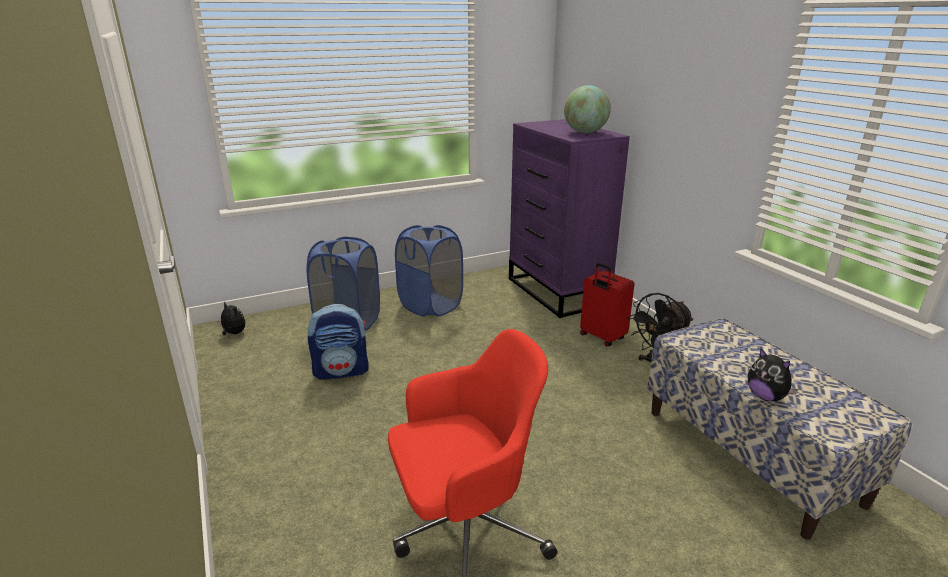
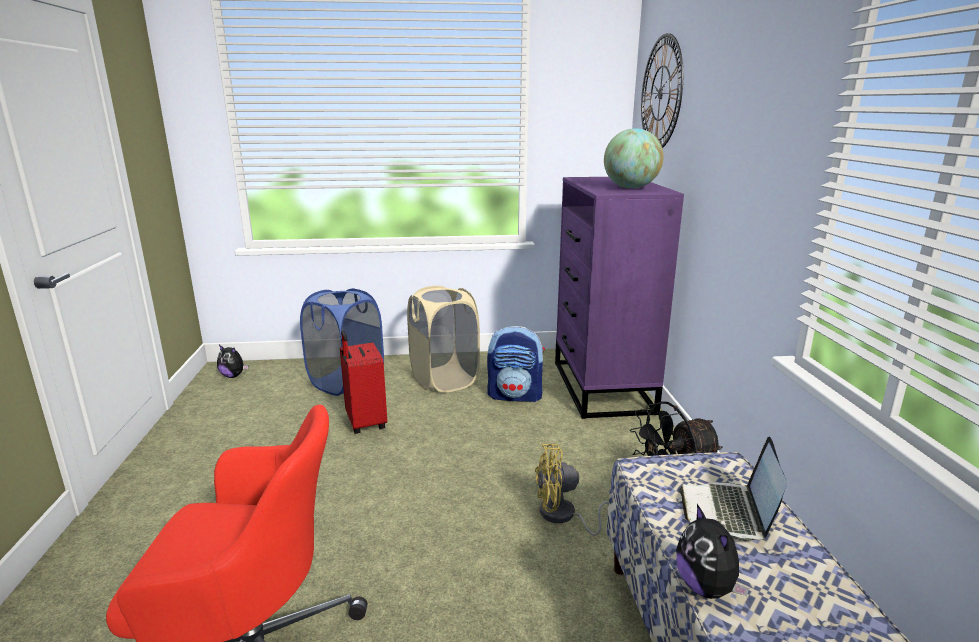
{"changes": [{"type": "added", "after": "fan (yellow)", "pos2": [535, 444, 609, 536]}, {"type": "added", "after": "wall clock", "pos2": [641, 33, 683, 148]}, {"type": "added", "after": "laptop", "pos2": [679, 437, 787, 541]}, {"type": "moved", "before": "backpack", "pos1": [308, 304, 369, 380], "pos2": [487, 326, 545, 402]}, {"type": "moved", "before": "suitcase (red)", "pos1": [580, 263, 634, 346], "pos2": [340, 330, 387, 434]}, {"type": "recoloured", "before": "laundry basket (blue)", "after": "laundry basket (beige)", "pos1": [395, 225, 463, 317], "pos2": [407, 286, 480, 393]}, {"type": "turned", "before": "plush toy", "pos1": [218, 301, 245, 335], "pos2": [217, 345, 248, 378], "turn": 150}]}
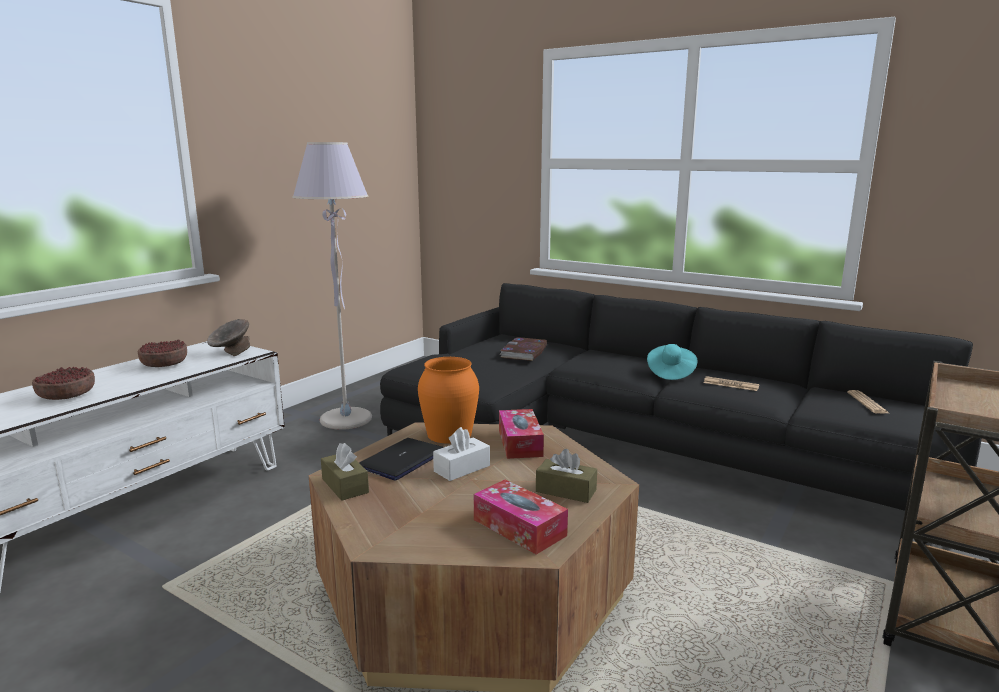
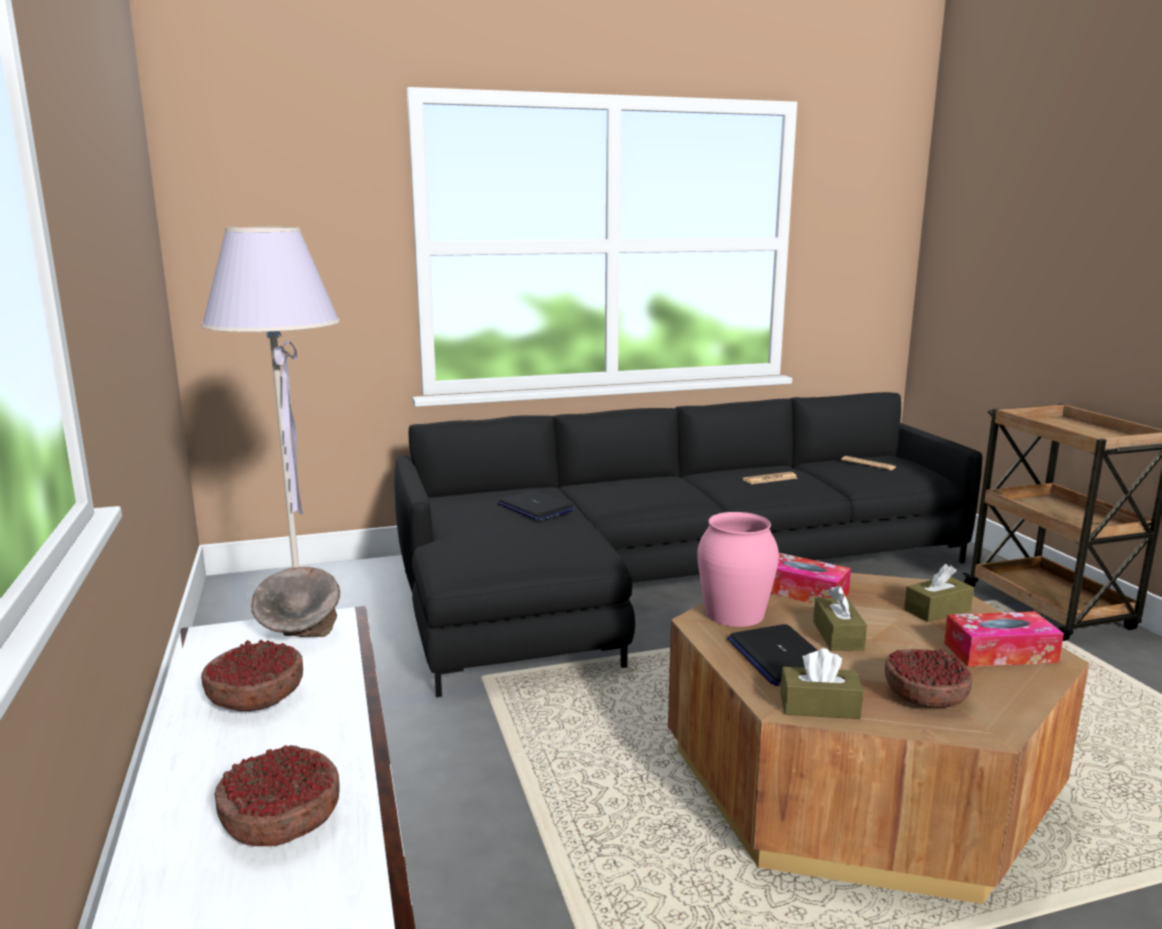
{"changes": [{"type": "removed", "before": "hat (turquoise)", "pos1": [647, 344, 697, 380]}, {"type": "added", "after": "bowl", "pos2": [885, 649, 973, 708]}, {"type": "replaced", "before": "book", "after": "laptop", "pos1": [500, 337, 547, 361], "pos2": [498, 490, 574, 521]}, {"type": "recoloured", "before": "vase (orange)", "after": "vase (pink)", "pos1": [418, 357, 479, 444], "pos2": [697, 512, 779, 627]}, {"type": "recoloured", "before": "tissue box (white)", "after": "tissue box (brown)", "pos1": [433, 427, 490, 481], "pos2": [813, 585, 867, 651]}]}
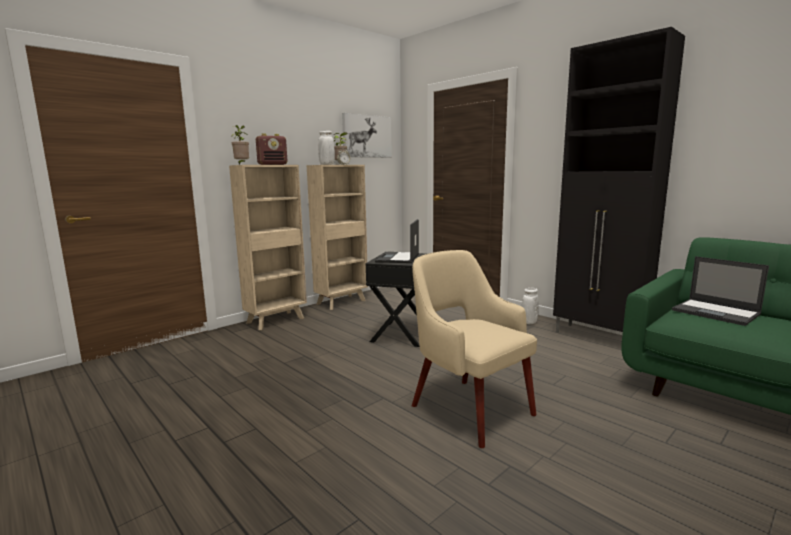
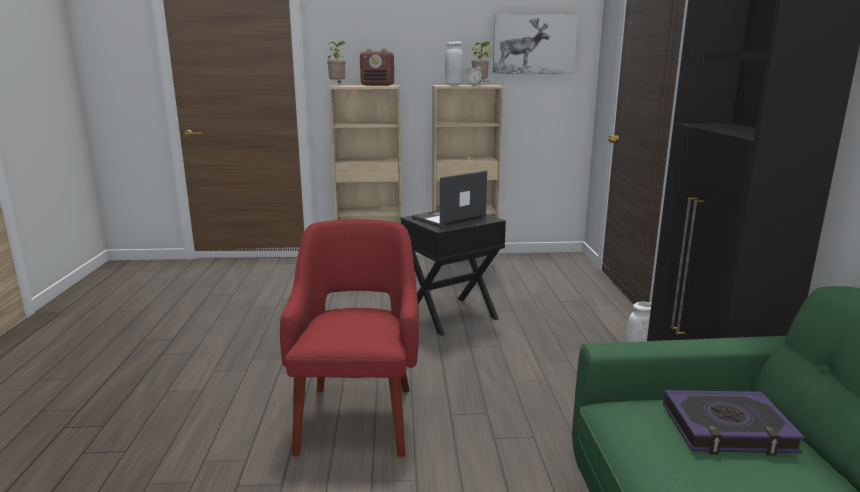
{"changes": [{"type": "replaced", "before": "laptop", "after": "book", "pos1": [672, 256, 769, 326], "pos2": [663, 390, 805, 456]}, {"type": "recoloured", "before": "armchair (beige)", "after": "armchair (red)", "pos1": [412, 250, 537, 448], "pos2": [280, 219, 419, 457]}]}
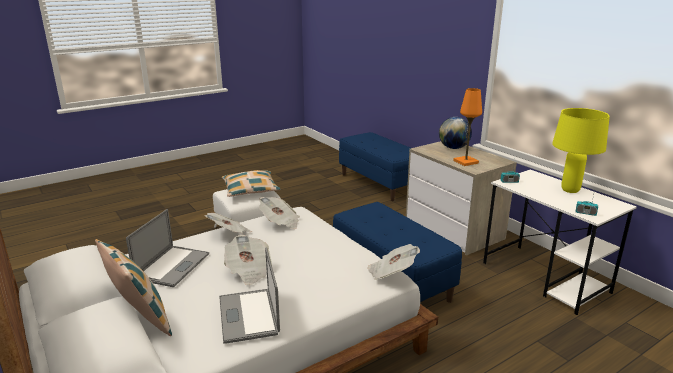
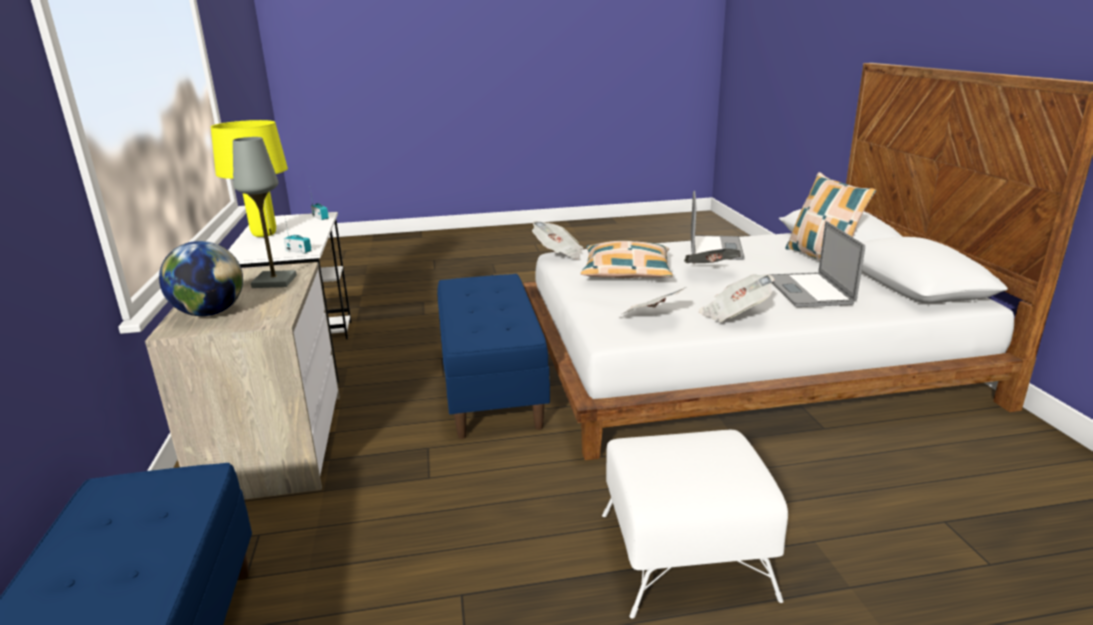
{"changes": [{"type": "moved", "before": "pillow", "pos1": [222, 170, 281, 197], "pos2": [581, 241, 673, 278]}, {"type": "recoloured", "before": "table lamp (orange)", "after": "table lamp (grey)", "pos1": [453, 88, 482, 166], "pos2": [233, 137, 297, 288]}, {"type": "turned", "before": "laptop", "pos1": [126, 209, 209, 287], "pos2": [769, 221, 865, 307], "turn": -45}]}
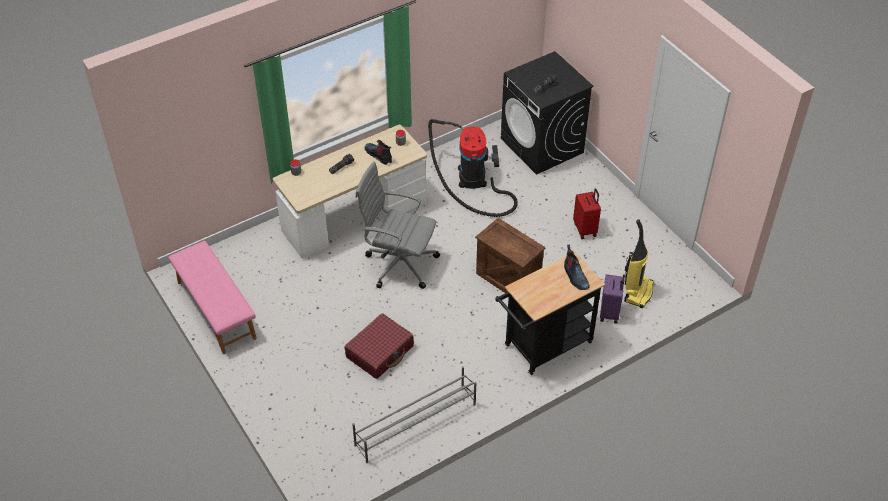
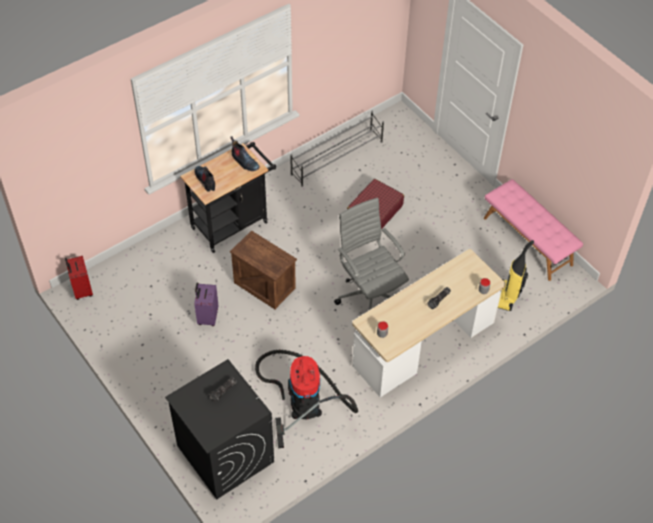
{"changes": [{"type": "moved", "before": "boot", "pos1": [365, 140, 392, 165], "pos2": [230, 136, 260, 171]}, {"type": "moved", "before": "suitcase (red)", "pos1": [573, 188, 601, 239], "pos2": [65, 256, 93, 300]}, {"type": "moved", "before": "suitcase (purple)", "pos1": [600, 274, 625, 324], "pos2": [194, 282, 218, 326]}, {"type": "moved", "before": "vacuum cleaner", "pos1": [624, 219, 654, 308], "pos2": [498, 240, 534, 311]}, {"type": "turned", "before": "office chair (grey)", "pos1": [356, 162, 440, 289], "pos2": [334, 198, 409, 310], "turn": -135}]}
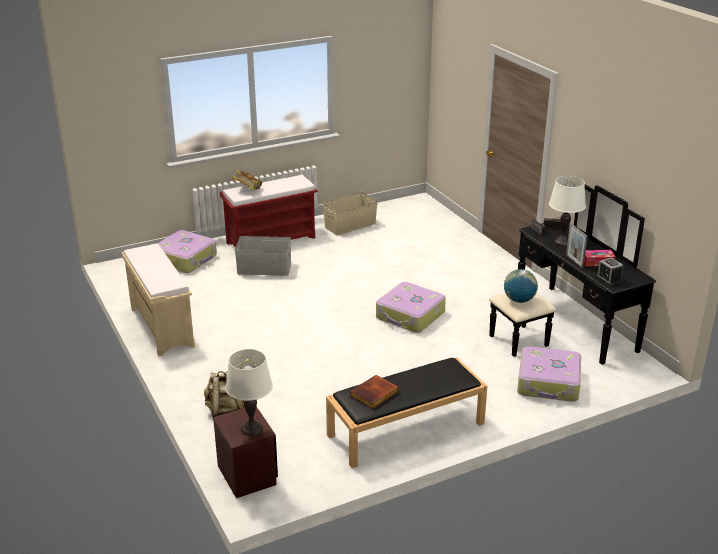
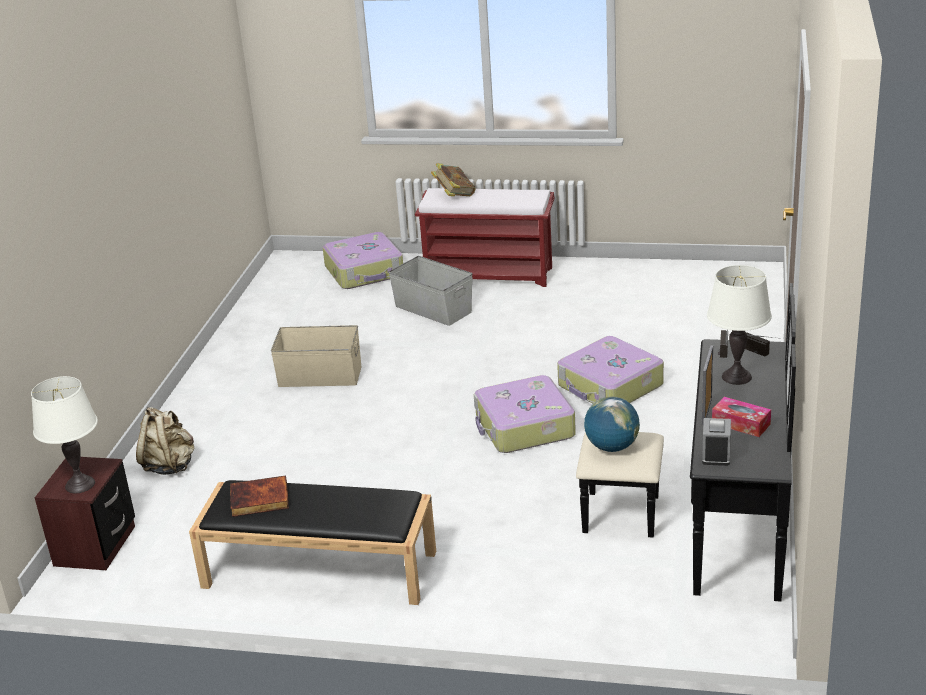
{"changes": [{"type": "removed", "before": "bench (beige)", "pos1": [121, 243, 195, 356]}, {"type": "moved", "before": "storage box (beige)", "pos1": [323, 192, 378, 235], "pos2": [271, 325, 361, 387]}, {"type": "moved", "before": "suitcase", "pos1": [517, 346, 581, 402], "pos2": [557, 336, 664, 404]}]}
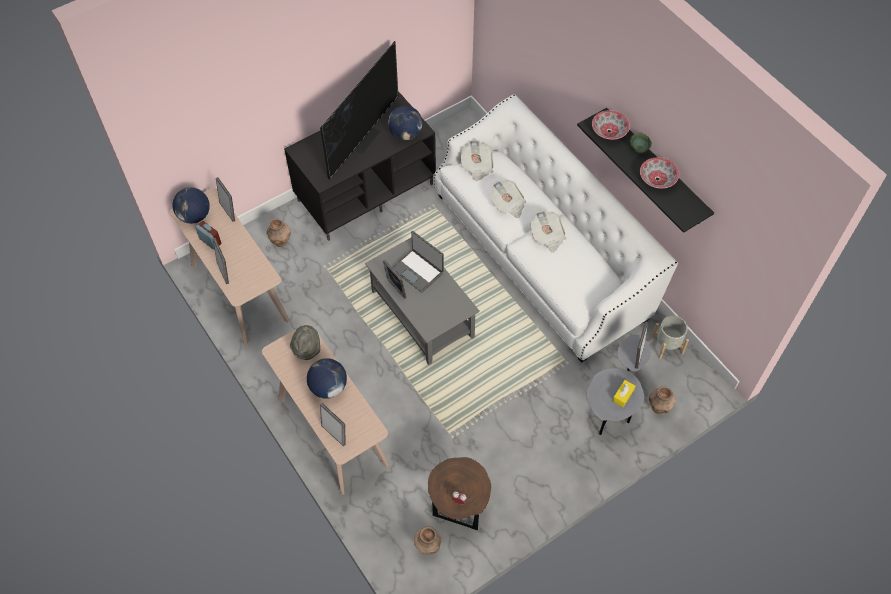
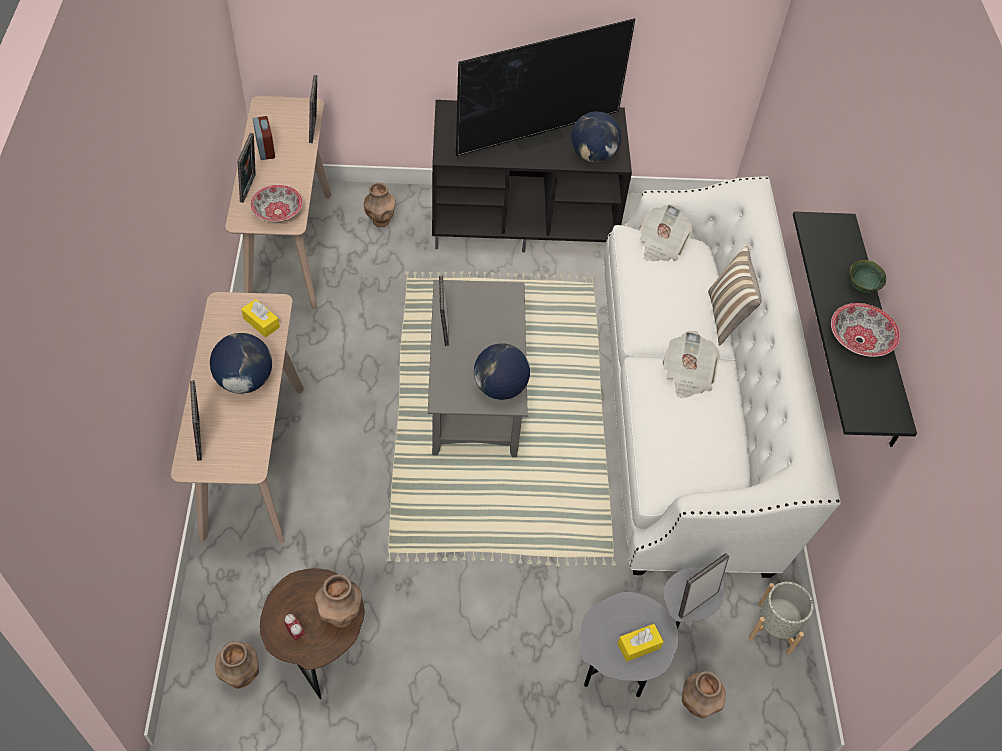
{"changes": [{"type": "removed", "before": "laptop", "pos1": [392, 231, 444, 293]}, {"type": "removed", "before": "newspaper", "pos1": [491, 180, 526, 218]}, {"type": "added", "after": "vase (brown)", "pos2": [315, 574, 362, 628]}, {"type": "added", "after": "pillow", "pos2": [708, 246, 762, 345]}, {"type": "moved", "before": "globe", "pos1": [173, 187, 210, 224], "pos2": [474, 343, 530, 400]}, {"type": "moved", "before": "bowl", "pos1": [592, 110, 630, 140], "pos2": [250, 185, 303, 222]}, {"type": "replaced", "before": "hat (grey)", "after": "tissue box (yellow)", "pos1": [290, 325, 320, 360], "pos2": [241, 299, 280, 337]}]}
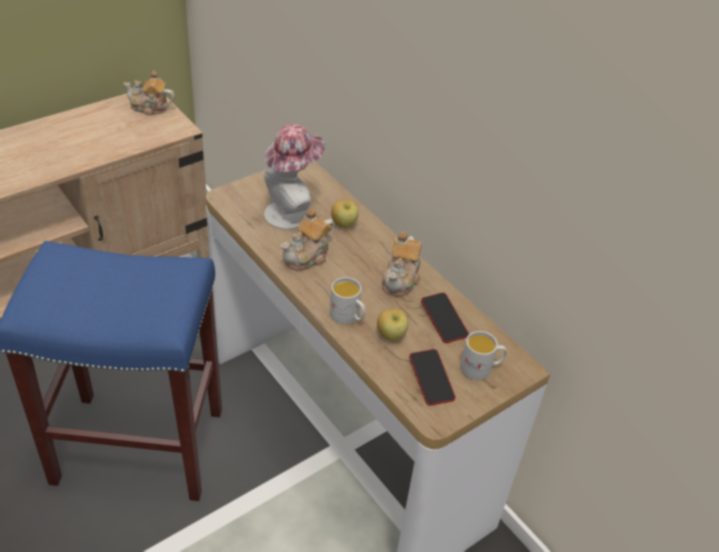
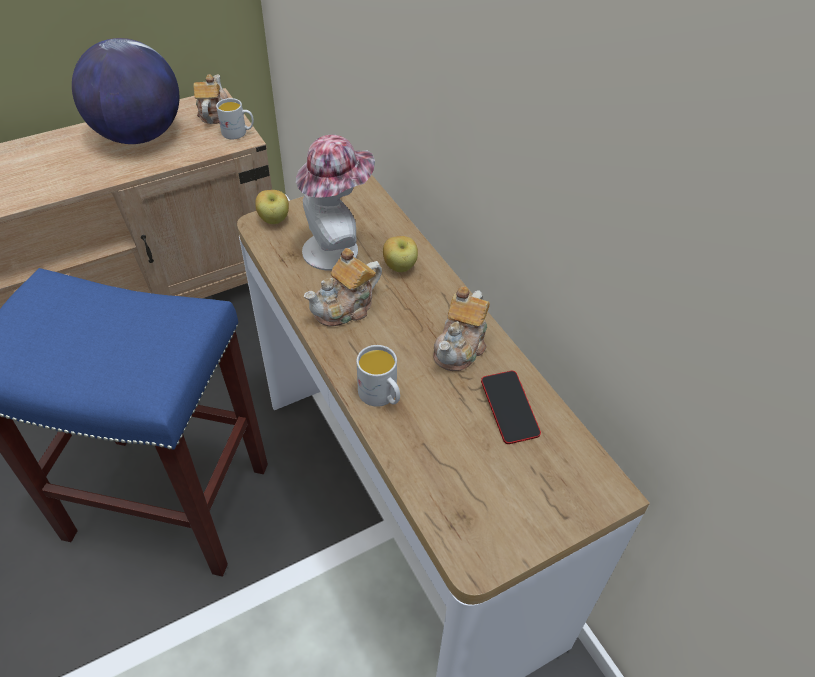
{"changes": [{"type": "removed", "before": "phone", "pos1": [409, 349, 456, 406]}, {"type": "added", "after": "globe", "pos2": [72, 38, 180, 144]}, {"type": "moved", "before": "apple", "pos1": [377, 308, 408, 341], "pos2": [255, 190, 289, 224]}, {"type": "moved", "before": "mug (white)", "pos1": [460, 331, 507, 380], "pos2": [216, 98, 254, 139]}, {"type": "turned", "before": "teapot", "pos1": [124, 70, 175, 116], "pos2": [194, 74, 228, 124], "turn": 75}]}
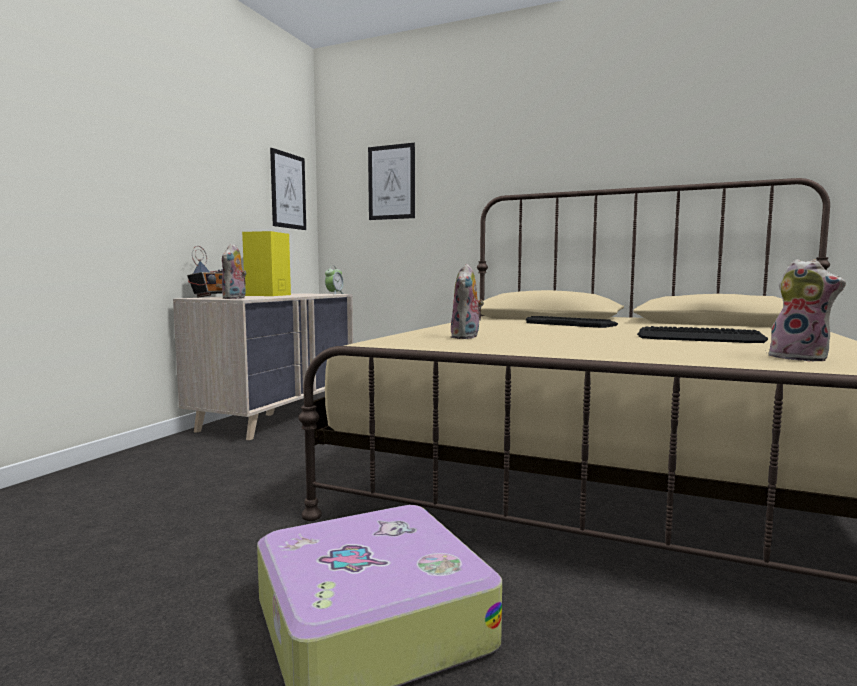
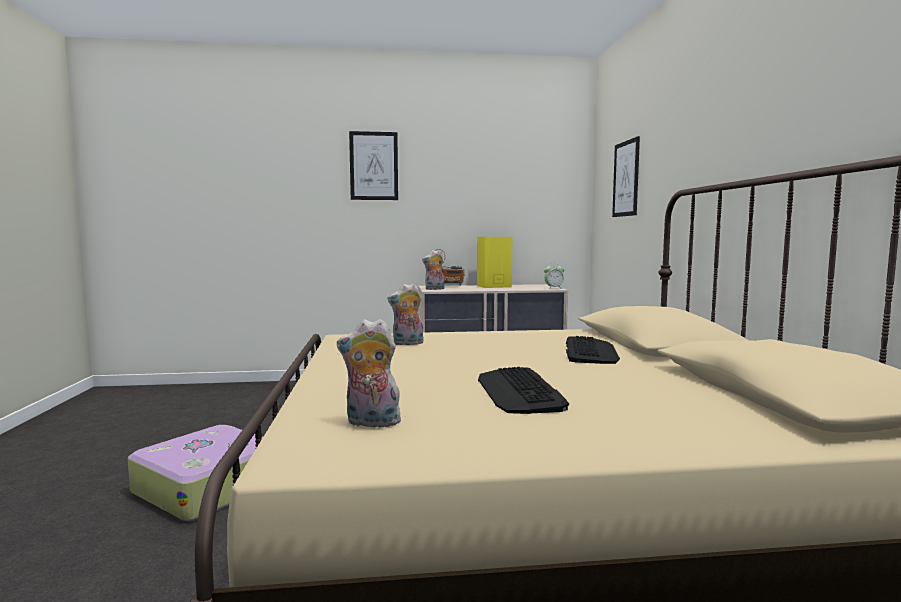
{"changes": [{"type": "moved", "before": "picture", "pos1": [270, 148, 306, 230], "pos2": [349, 131, 398, 200]}, {"type": "turned", "before": "plush toy", "pos1": [768, 259, 846, 361], "pos2": [337, 319, 401, 427], "turn": 75}]}
